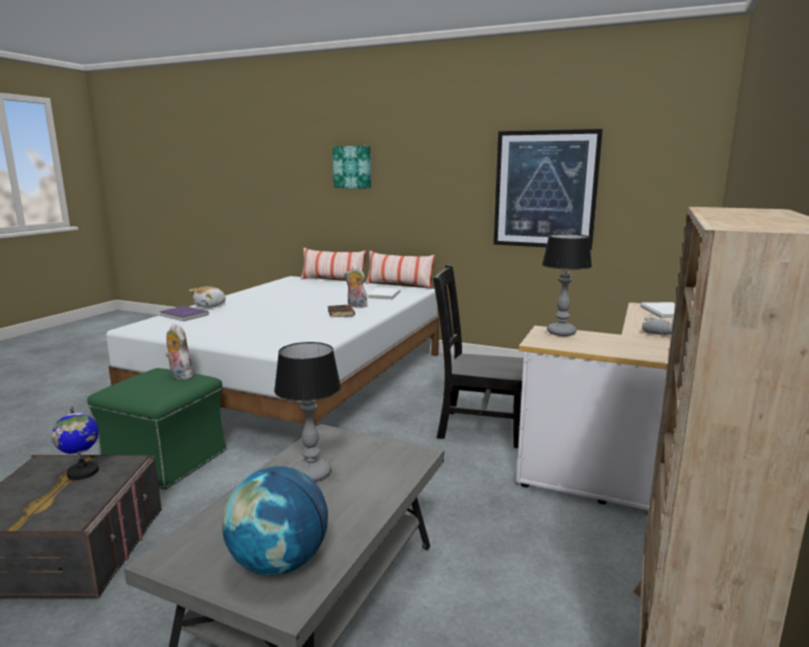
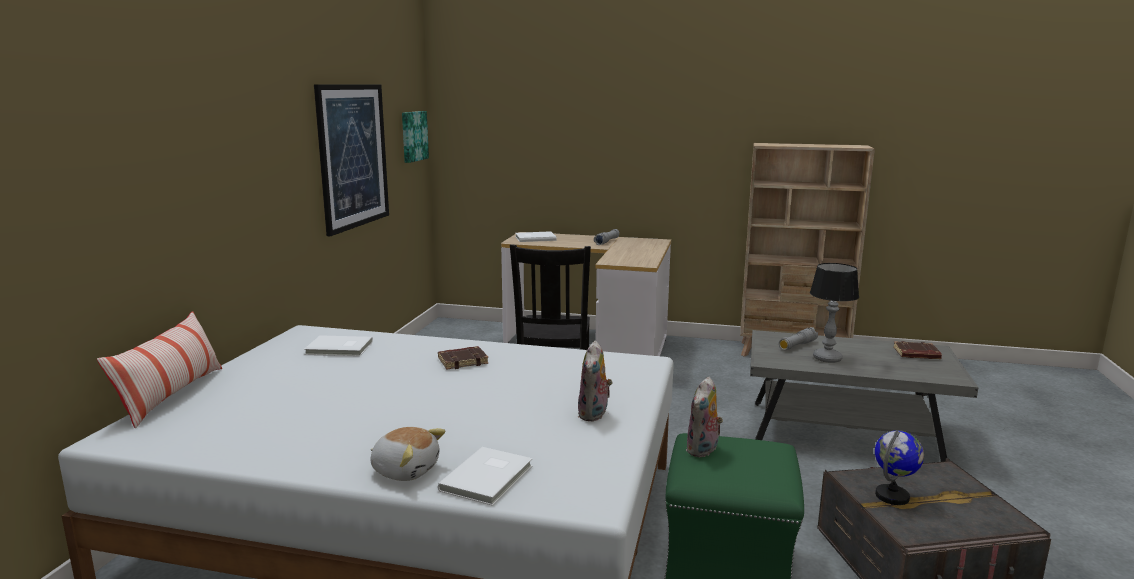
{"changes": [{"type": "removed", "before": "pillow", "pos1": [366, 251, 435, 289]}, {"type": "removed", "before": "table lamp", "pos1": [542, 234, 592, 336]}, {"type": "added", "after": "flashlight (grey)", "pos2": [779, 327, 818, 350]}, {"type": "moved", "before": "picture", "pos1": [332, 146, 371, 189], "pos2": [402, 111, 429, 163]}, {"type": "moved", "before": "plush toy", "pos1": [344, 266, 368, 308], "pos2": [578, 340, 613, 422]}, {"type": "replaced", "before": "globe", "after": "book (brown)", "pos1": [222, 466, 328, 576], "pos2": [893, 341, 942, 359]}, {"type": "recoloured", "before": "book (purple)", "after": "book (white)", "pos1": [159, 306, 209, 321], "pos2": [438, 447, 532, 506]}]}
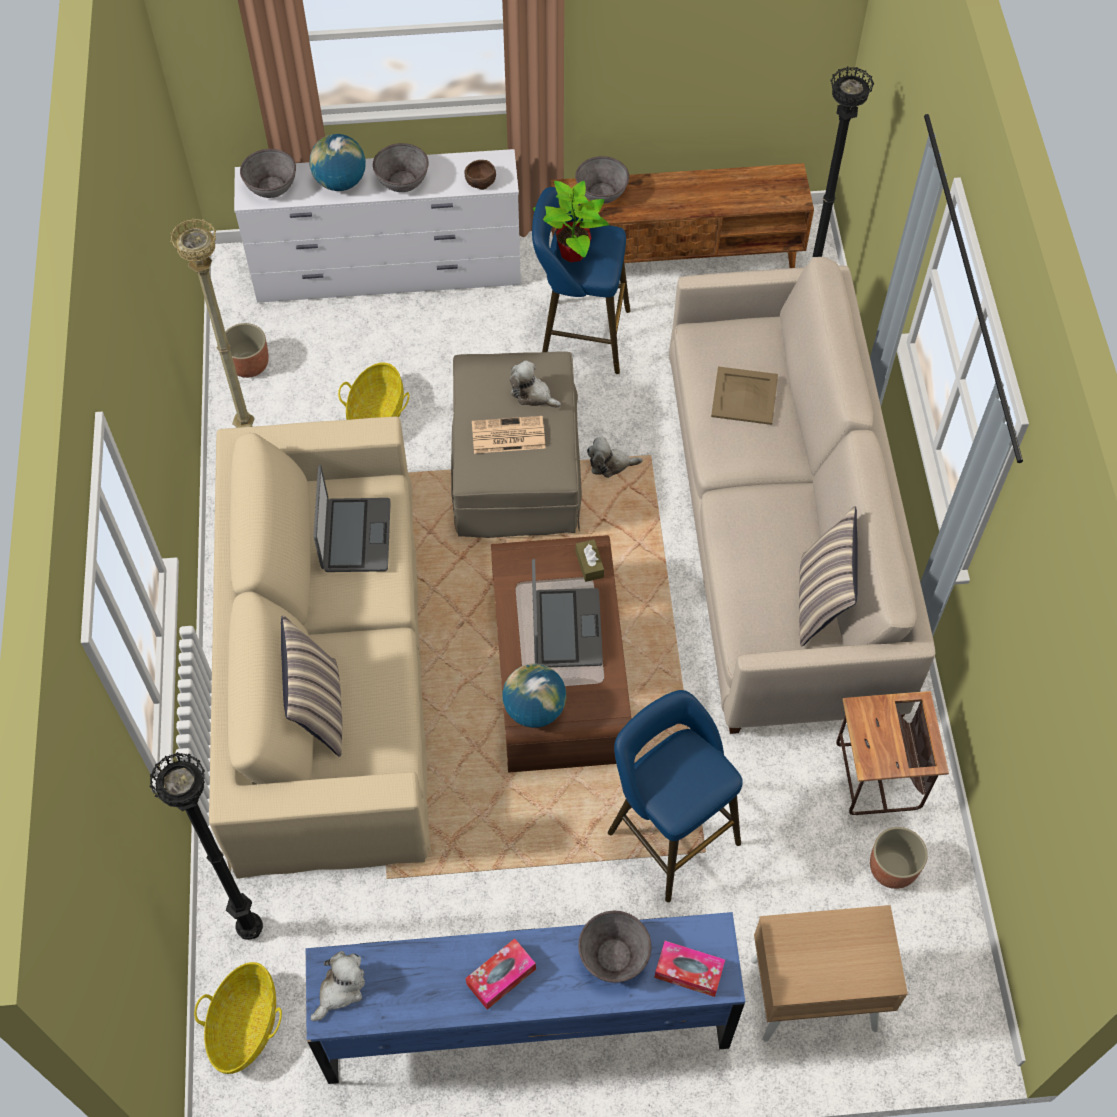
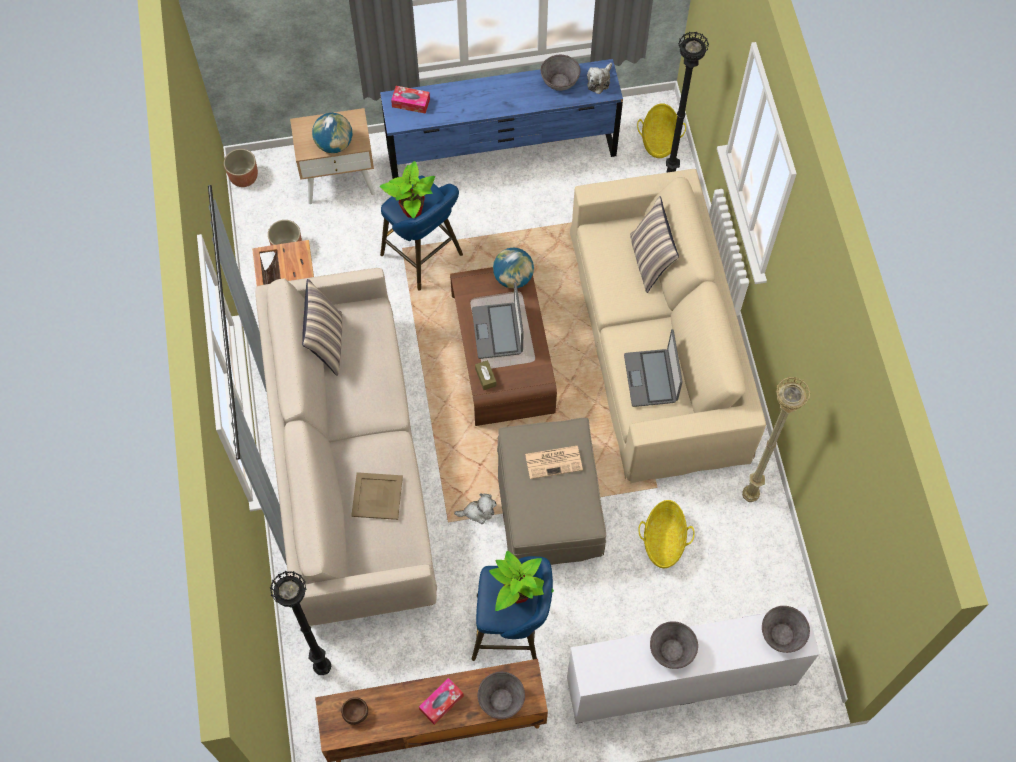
{"changes": [{"type": "removed", "before": "plush toy", "pos1": [509, 360, 561, 408]}, {"type": "added", "after": "potted plant", "pos2": [380, 161, 435, 219]}, {"type": "moved", "before": "planter", "pos1": [225, 323, 269, 378], "pos2": [224, 149, 258, 187]}, {"type": "moved", "before": "globe", "pos1": [309, 134, 366, 191], "pos2": [312, 113, 352, 153]}, {"type": "moved", "before": "bowl (brown)", "pos1": [465, 160, 496, 190], "pos2": [341, 697, 368, 725]}, {"type": "moved", "before": "tissue box", "pos1": [465, 939, 536, 1010], "pos2": [419, 678, 464, 725]}, {"type": "moved", "before": "bowl (grey)", "pos1": [578, 911, 652, 983], "pos2": [541, 55, 580, 91]}]}
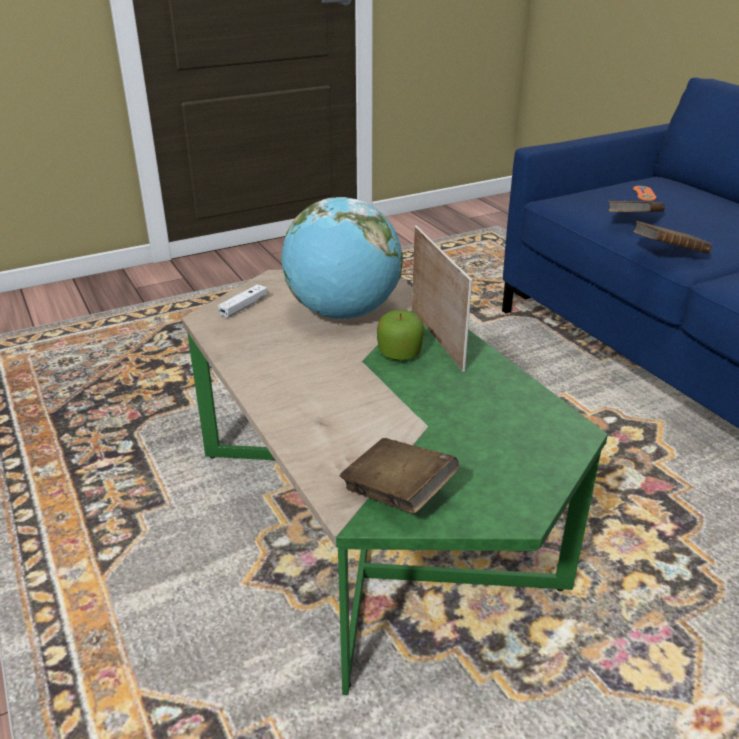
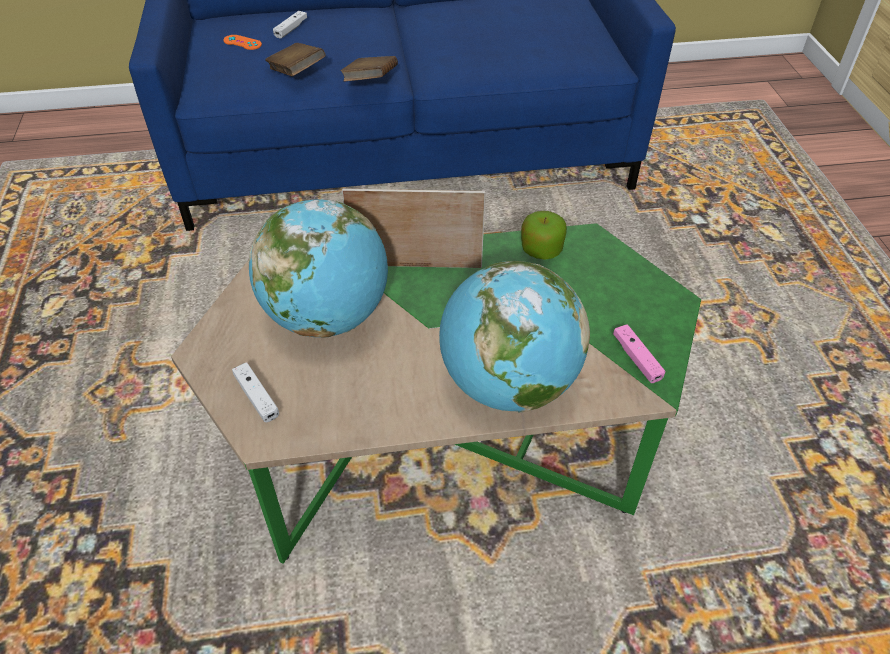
{"changes": [{"type": "added", "after": "game controller (white)", "pos2": [273, 11, 307, 39]}, {"type": "added", "after": "globe", "pos2": [439, 261, 590, 412]}, {"type": "moved", "before": "apple", "pos1": [377, 310, 424, 361], "pos2": [521, 211, 567, 259]}, {"type": "replaced", "before": "book (brown)", "after": "game controller (pink)", "pos1": [339, 438, 459, 514], "pos2": [613, 324, 666, 383]}]}
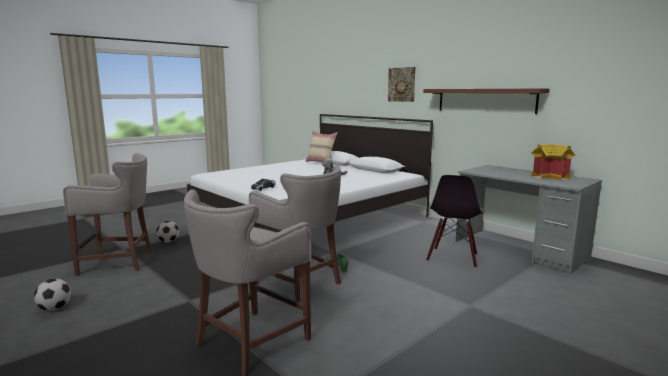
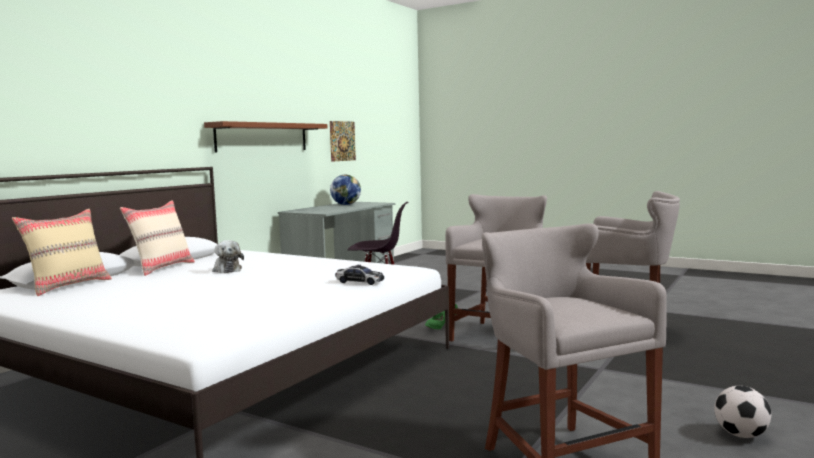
{"changes": [{"type": "removed", "before": "football", "pos1": [156, 221, 180, 243]}, {"type": "added", "after": "pillow (beige)", "pos2": [120, 200, 195, 276]}, {"type": "moved", "before": "picture", "pos1": [388, 67, 415, 102], "pos2": [330, 121, 356, 162]}, {"type": "replaced", "before": "toy house", "after": "globe", "pos1": [531, 144, 575, 180], "pos2": [330, 175, 361, 205]}]}
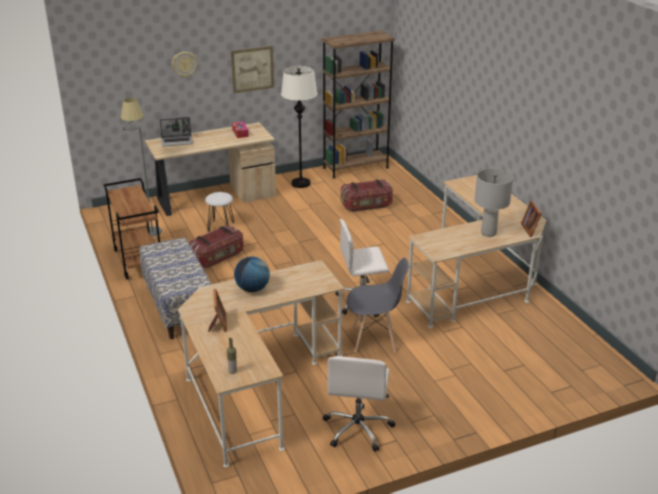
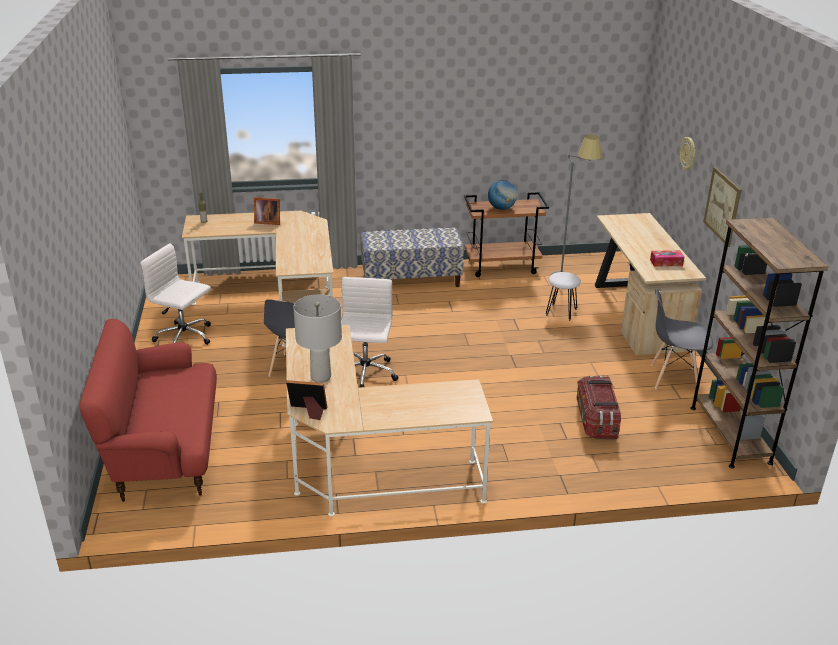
{"changes": [{"type": "removed", "before": "laptop", "pos1": [160, 117, 193, 146]}, {"type": "removed", "before": "storage box", "pos1": [189, 225, 244, 268]}, {"type": "added", "after": "sofa (red)", "pos2": [80, 319, 217, 502]}, {"type": "moved", "before": "globe", "pos1": [234, 257, 270, 292], "pos2": [488, 180, 517, 210]}, {"type": "replaced", "before": "floor lamp (white)", "after": "chair (grey)", "pos1": [281, 66, 318, 188], "pos2": [651, 289, 713, 392]}]}
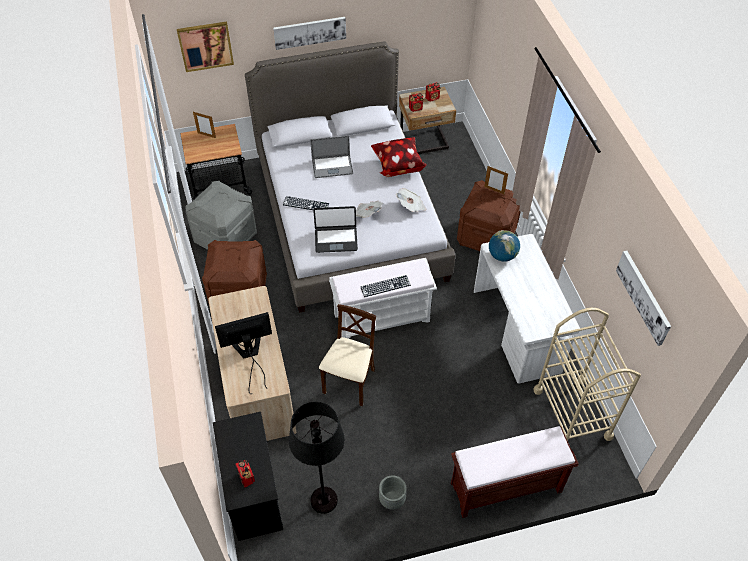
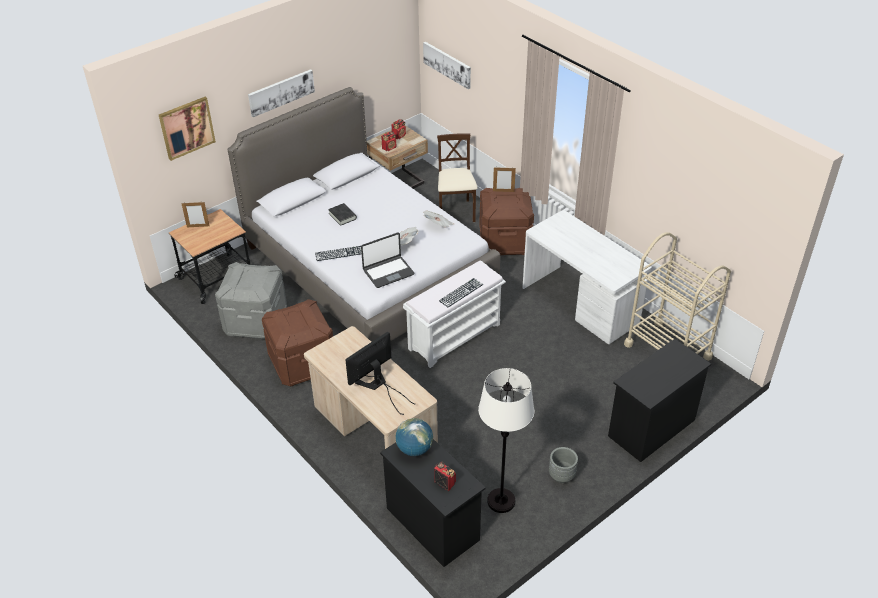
{"changes": [{"type": "removed", "before": "pillow", "pos1": [371, 137, 427, 177]}, {"type": "moved", "before": "chair (beige)", "pos1": [319, 304, 376, 406], "pos2": [437, 133, 477, 222]}, {"type": "moved", "before": "globe", "pos1": [489, 230, 520, 262], "pos2": [395, 418, 433, 456]}, {"type": "moved", "before": "picture", "pos1": [616, 251, 671, 346], "pos2": [423, 42, 471, 89]}, {"type": "replaced", "before": "laptop", "after": "book (black)", "pos1": [310, 135, 353, 178], "pos2": [328, 203, 357, 226]}, {"type": "replaced", "before": "bench (brown)", "after": "dresser (black)", "pos1": [451, 426, 579, 518], "pos2": [608, 339, 711, 462]}, {"type": "recoloured", "before": "floor lamp (black)", "after": "floor lamp (white)", "pos1": [289, 402, 345, 514], "pos2": [478, 368, 534, 513]}]}
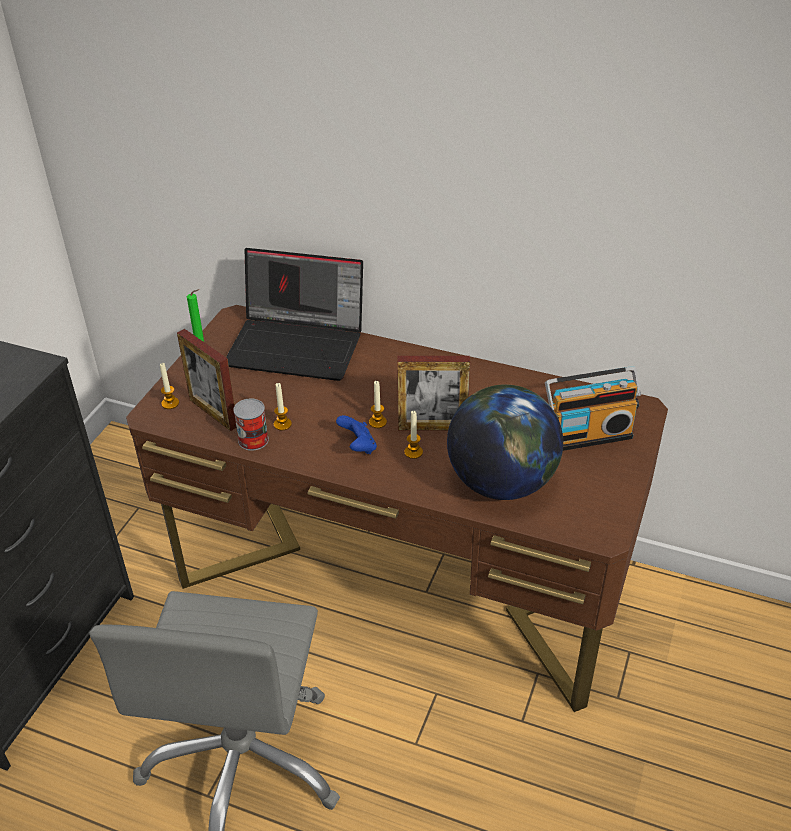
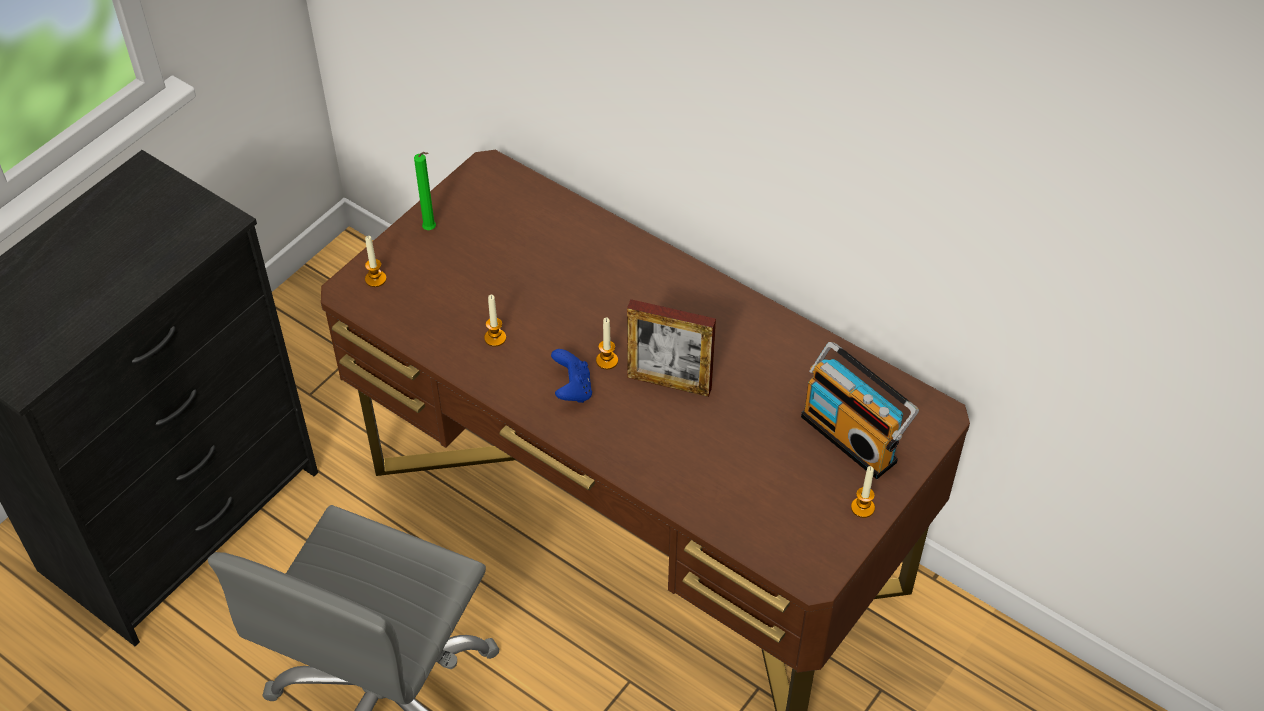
{"changes": [{"type": "removed", "before": "picture frame", "pos1": [177, 329, 237, 431]}, {"type": "removed", "before": "laptop", "pos1": [226, 248, 363, 381]}, {"type": "removed", "before": "can", "pos1": [233, 398, 269, 451]}, {"type": "removed", "before": "globe", "pos1": [447, 384, 563, 500]}, {"type": "moved", "before": "candle", "pos1": [404, 411, 423, 459], "pos2": [851, 466, 875, 518]}, {"type": "turned", "before": "radio", "pos1": [545, 366, 641, 451], "pos2": [801, 342, 919, 479], "turn": 45}]}
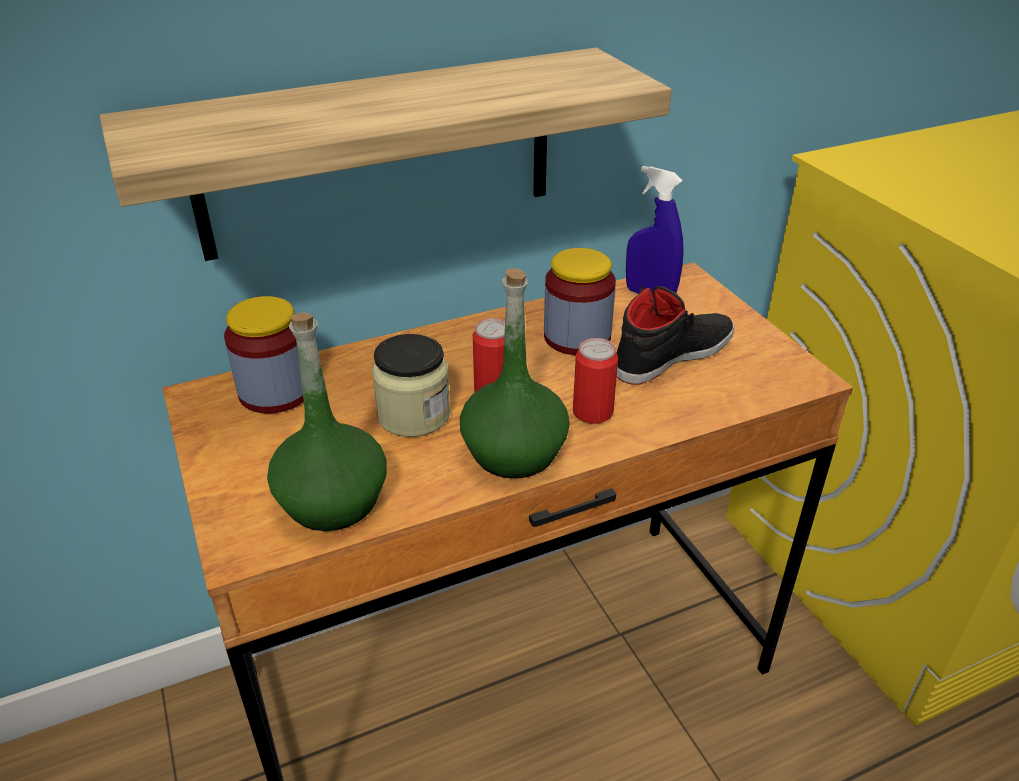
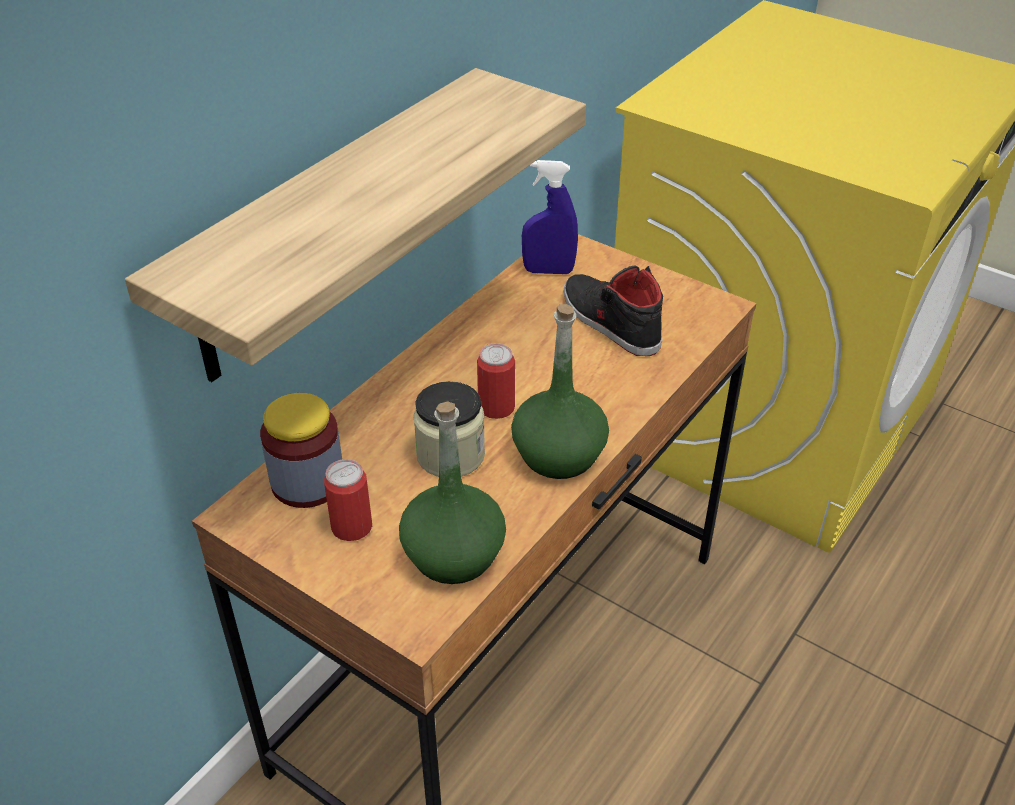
{"changes": [{"type": "removed", "before": "jar", "pos1": [544, 248, 616, 355]}, {"type": "moved", "before": "can", "pos1": [573, 338, 618, 424], "pos2": [324, 459, 372, 541]}, {"type": "turned", "before": "shoe (black)", "pos1": [617, 285, 734, 384], "pos2": [564, 265, 663, 356], "turn": -60}]}
